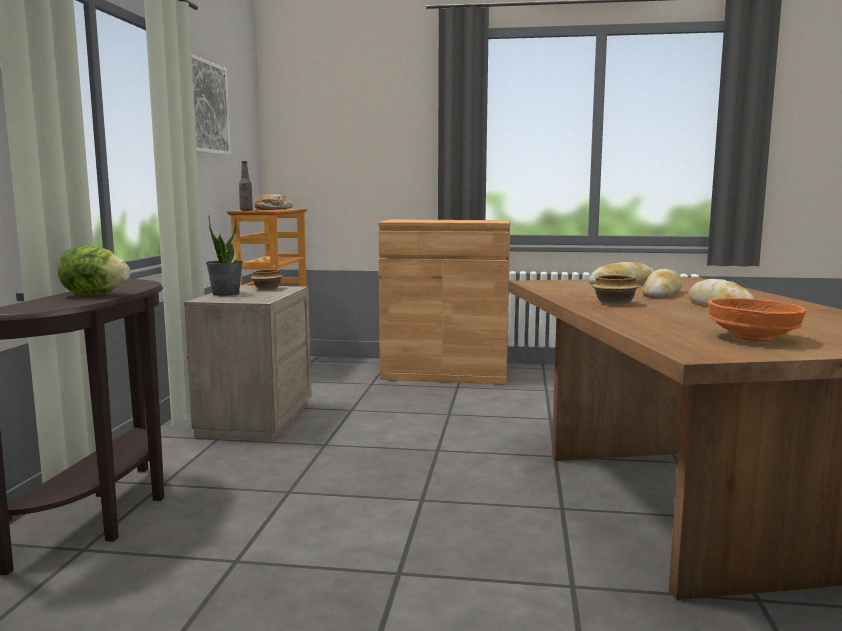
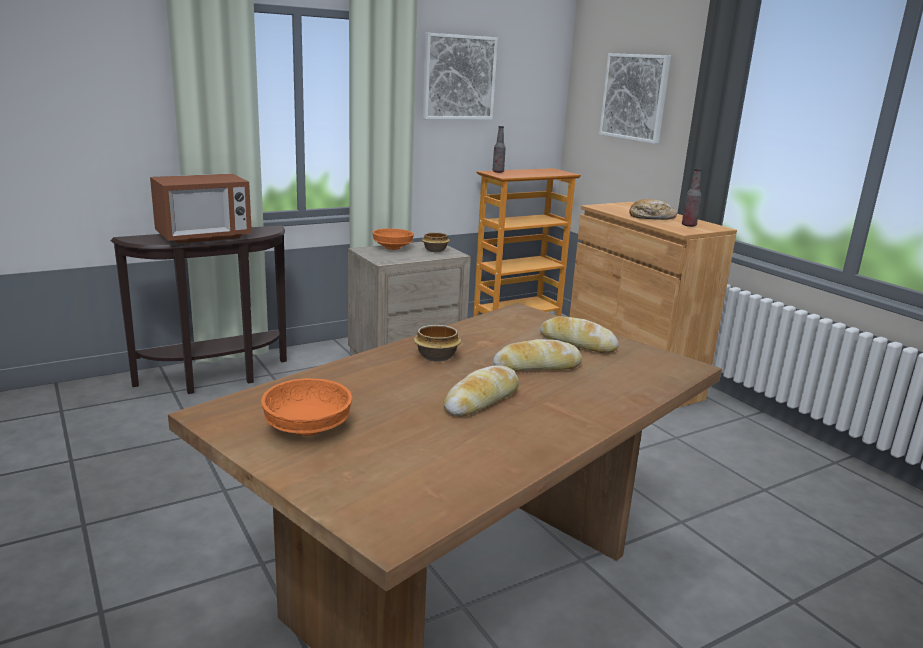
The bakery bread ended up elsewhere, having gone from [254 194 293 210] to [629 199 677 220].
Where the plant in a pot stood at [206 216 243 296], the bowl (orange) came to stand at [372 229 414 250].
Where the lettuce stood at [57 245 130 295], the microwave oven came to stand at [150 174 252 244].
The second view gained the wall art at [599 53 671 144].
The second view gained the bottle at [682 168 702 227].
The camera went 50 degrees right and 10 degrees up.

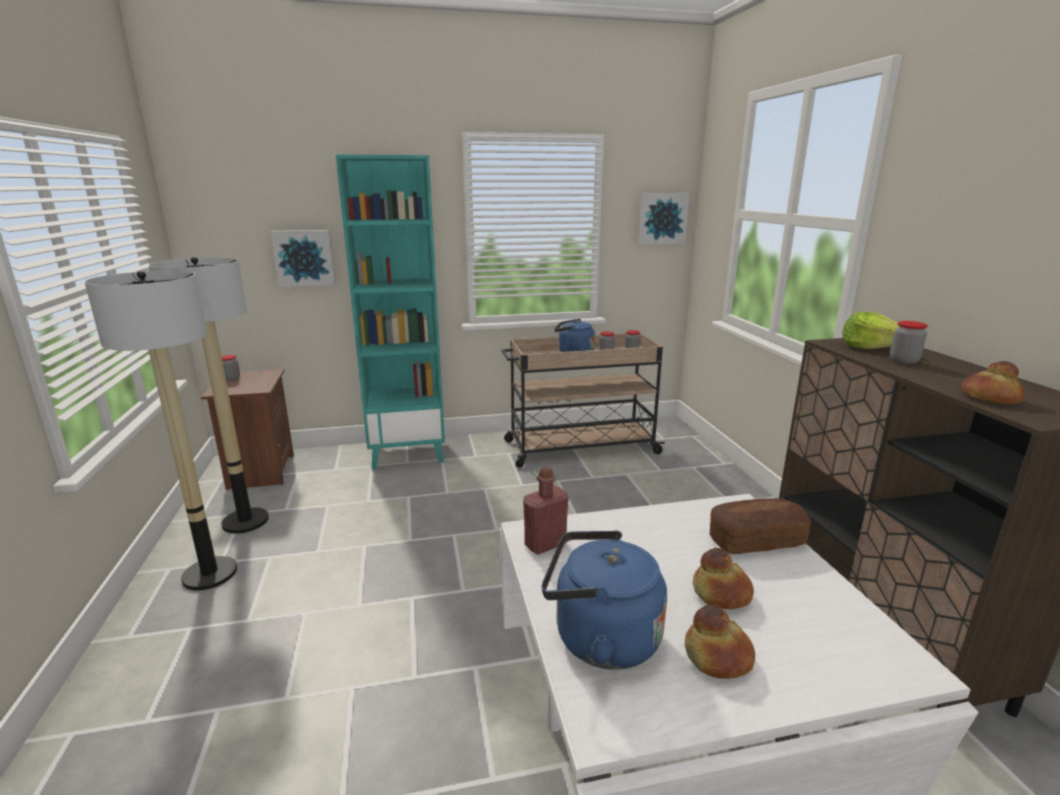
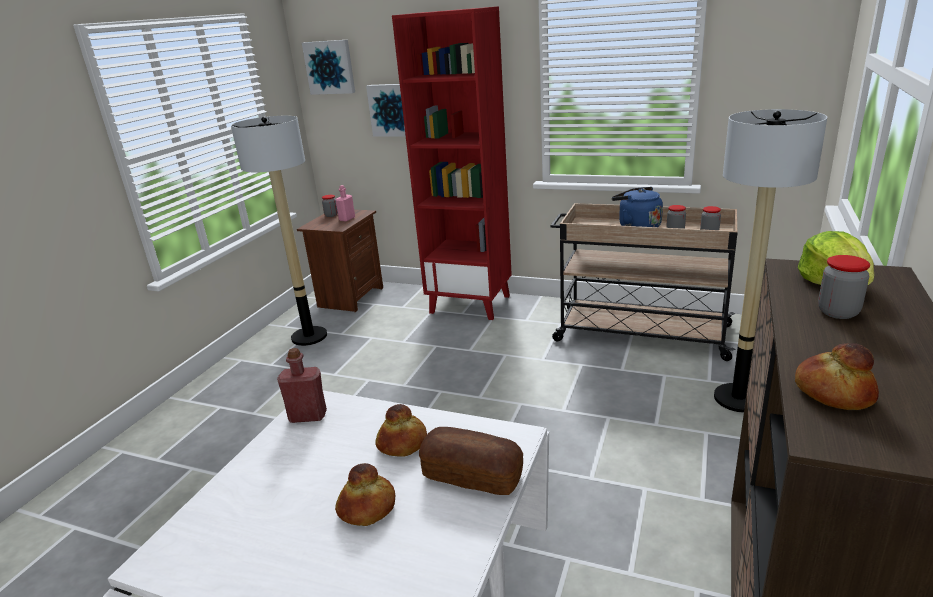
What was the bookcase (blue-green) at [336 155 445 469] turned into the bookcase (reddish) at [392 6 512 320].
The wall art ended up elsewhere, having gone from [638 193 690 244] to [302 40 355 95].
The standard lamp ended up elsewhere, having gone from [85 271 237 590] to [714 109 827 413].
The second view lost the tea kettle (blue-coloured) at [542 530 667 670].
The bakery bread ended up elsewhere, having gone from [685 604 755 679] to [375 404 427 456].
The second view gained the bottle (pink-coloured) at [335 185 355 222].
The camera went 35 degrees right and 5 degrees up.

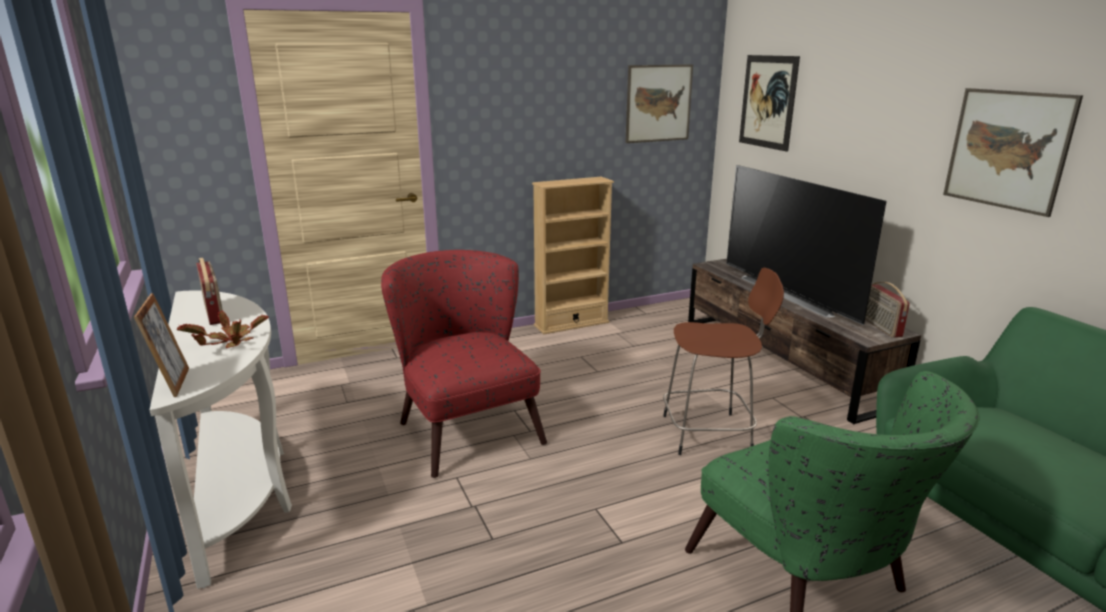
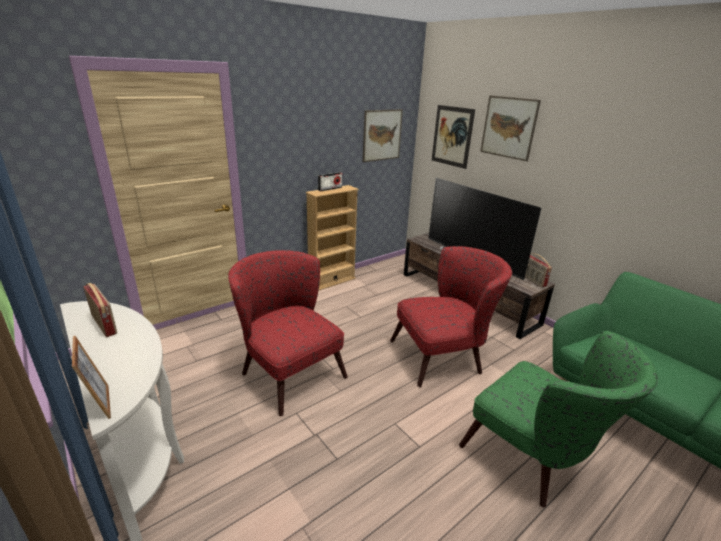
The wall art ended up elsewhere, having gone from [943 88 1083 217] to [480 95 541 161].
Where the stool seat (brown-coloured) stood at [663 267 784 455], the easy chair (reddish) came to stand at [390 246 512 387].
The second view lost the plant in a pot at [177 310 269 348].
The second view gained the radio set at [318 172 342 191].
The camera went 15 degrees left and 5 degrees up.

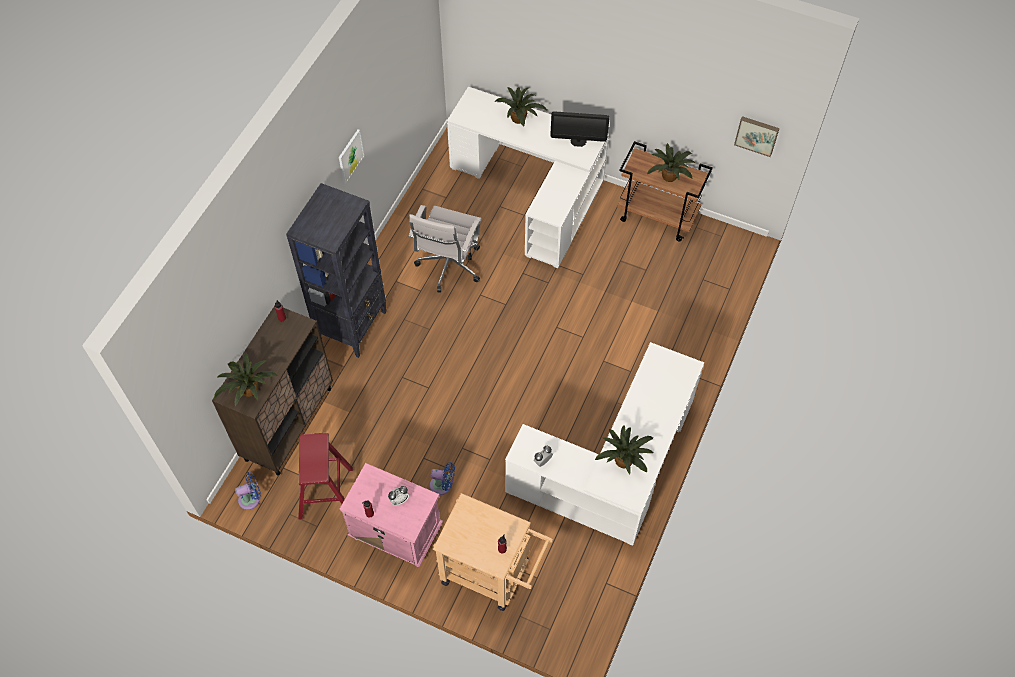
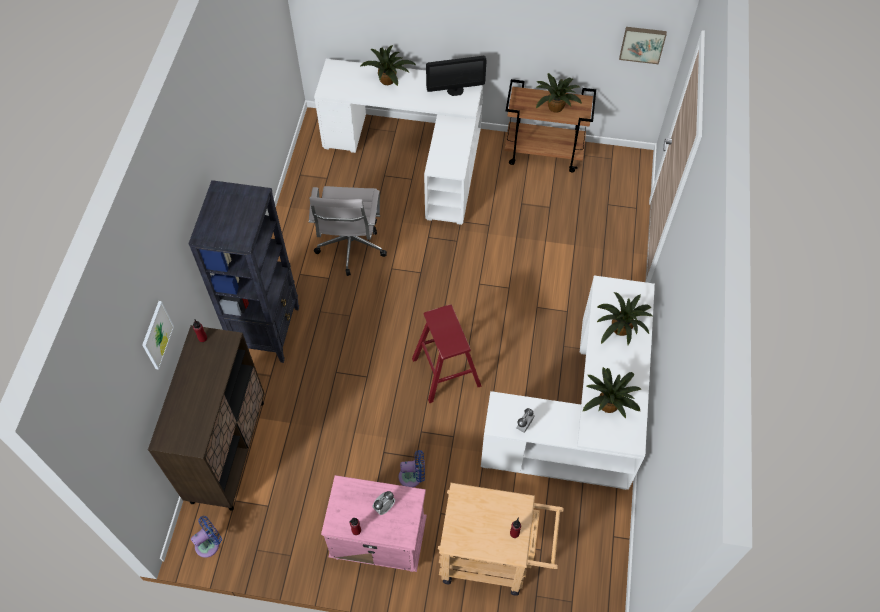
The wall art ended up elsewhere, having gone from [339 129 364 184] to [142 301 174 370].
The plant in a pot ended up elsewhere, having gone from [214 353 278 406] to [597 292 652 345].
The stool seat (reddish) ended up elsewhere, having gone from [298 433 353 520] to [412 305 482 403].
The camera went 15 degrees left and 0 degrees up.

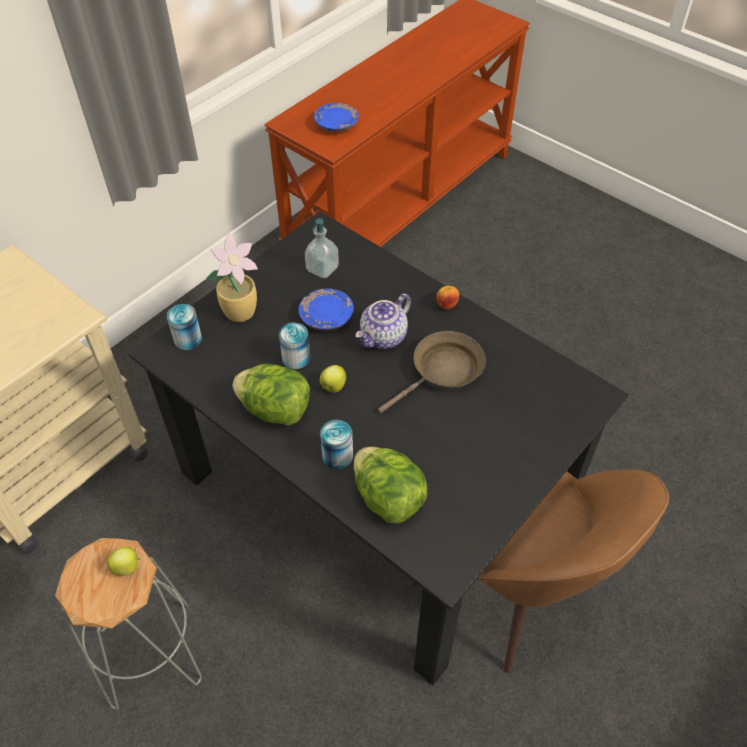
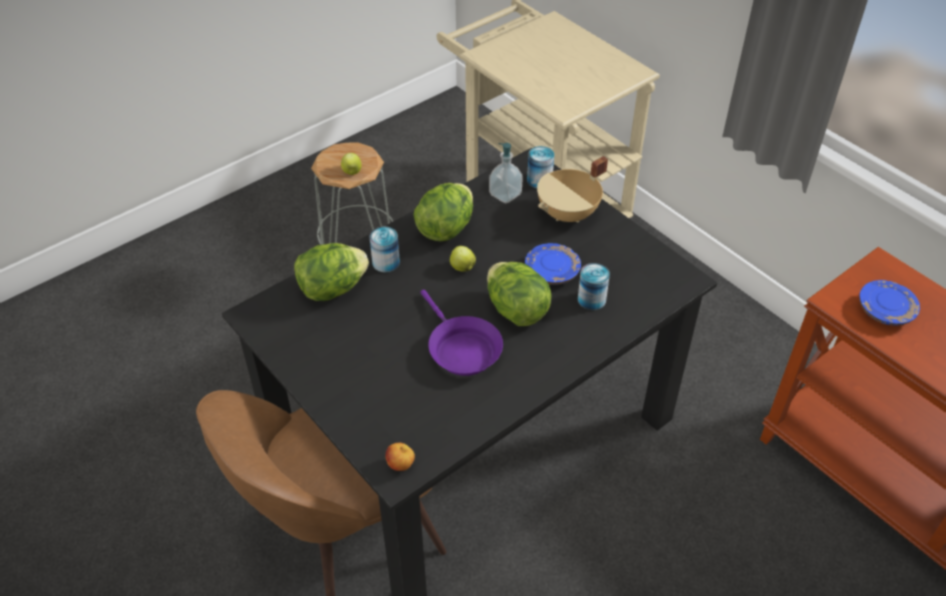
The soap dispenser ended up elsewhere, having gone from [305 218 339 278] to [489 143 523 203].
Where the plant in a pot stood at [205 233 258 322], the saucepot (beige-coloured) came to stand at [537 156 608 223].
The apple fruit ended up elsewhere, having gone from [436 286 459 309] to [386 443 415 471].
Where the pot for tea stood at [355 293 411 349], the lettuce came to stand at [487 262 552 326].
The metal can ended up elsewhere, having gone from [279 322 310 369] to [578 263 610 310].
What was the pan (brown-coloured) at [378 331 486 413] turned into the pan (purplish) at [421 290 503 376].
The camera went 100 degrees right and 5 degrees down.

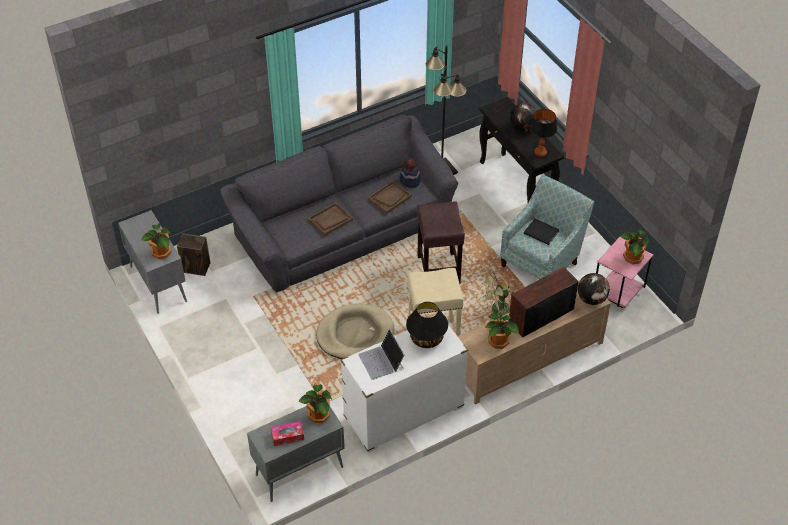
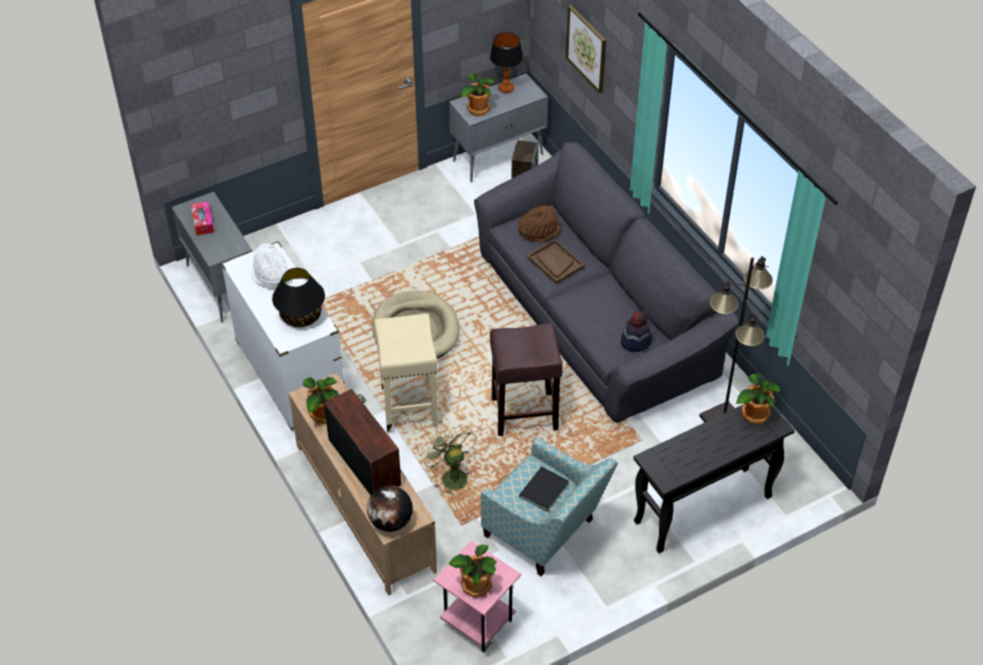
The second view lost the world globe at [510 103 538 132].
The tabletop lamp ended up elsewhere, having gone from [530 109 557 157] to [490 32 523 93].
The second view lost the carrying tray (brown-coloured) at [368 181 412 214].
Where the portable computer stood at [358 329 405 380], the wearable hat (white) came to stand at [251 243 290 289].
The plant in a pot ended up elsewhere, having gone from [299 384 332 423] to [736 373 780 425].
The second view gained the wall art at [566 5 606 93].
The second view gained the wearable hat (brown-coloured) at [518 205 560 242].
The camera went 90 degrees right and 0 degrees up.

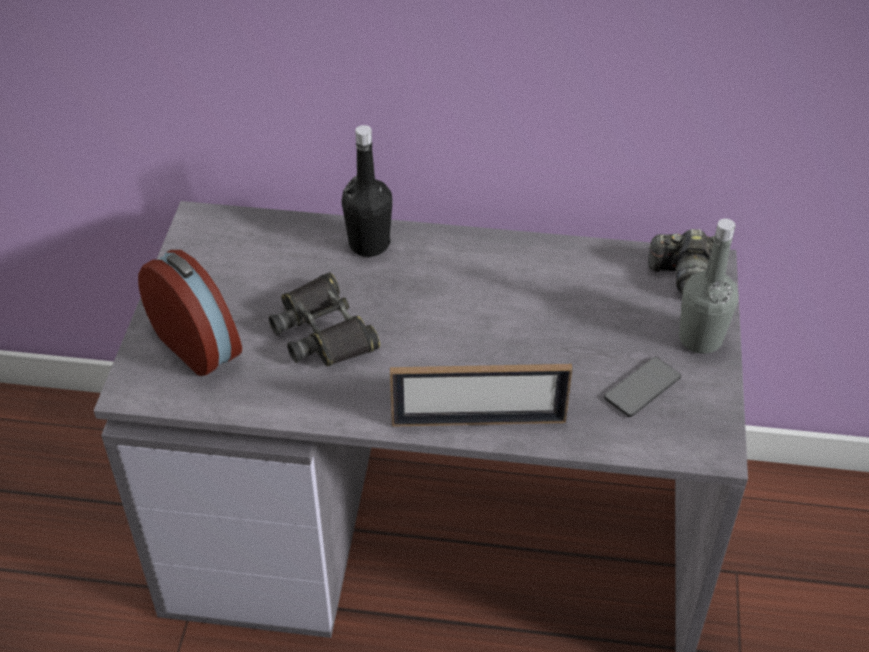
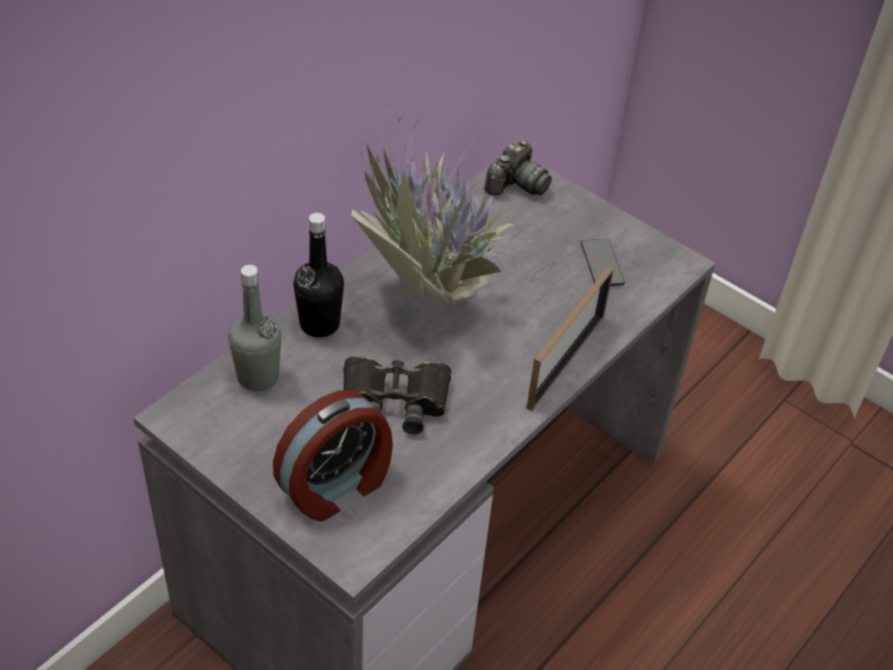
The bottle (greyish) ended up elsewhere, having gone from [679 219 739 354] to [228 265 281 391].
The bedside clock at [138 250 242 376] ended up facing another way, 150 degrees clockwise from before.
The second view gained the plant in a pot at [351 107 526 304].
The camera went 60 degrees left and 0 degrees up.

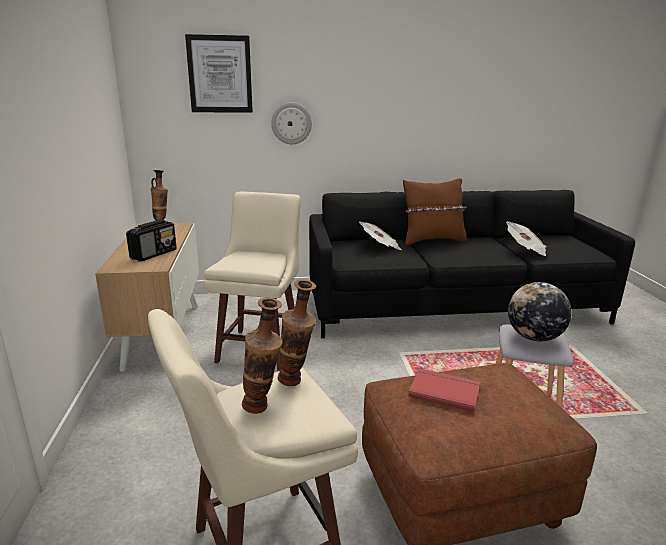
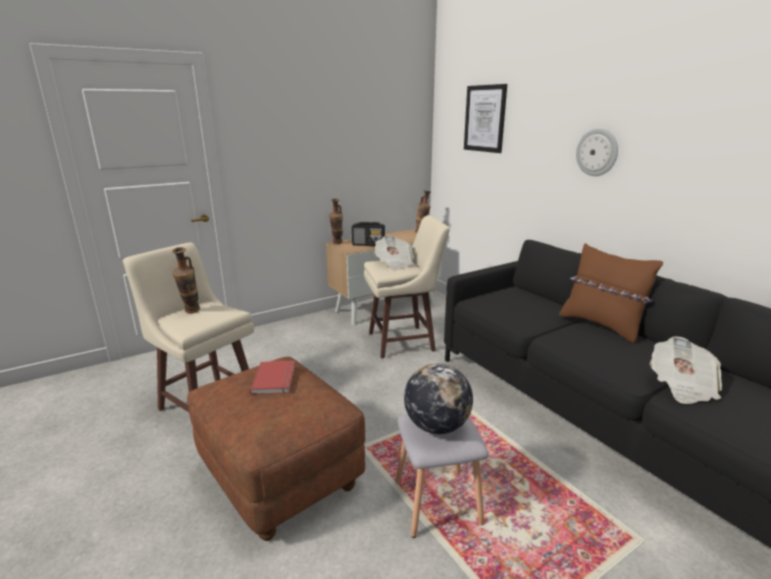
The hanging clock ended up elsewhere, having gone from [271 103 312 144] to [576 128 618 176].
The printed paper ended up elsewhere, having gone from [359 221 402 250] to [375 235 414 270].
The flower vase ended up elsewhere, having gone from [278 280 316 386] to [329 198 343 244].
The camera went 65 degrees right and 0 degrees up.

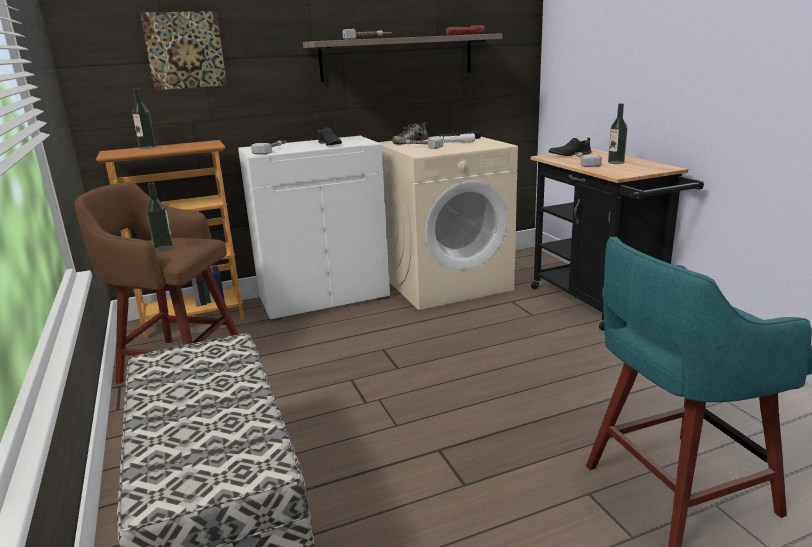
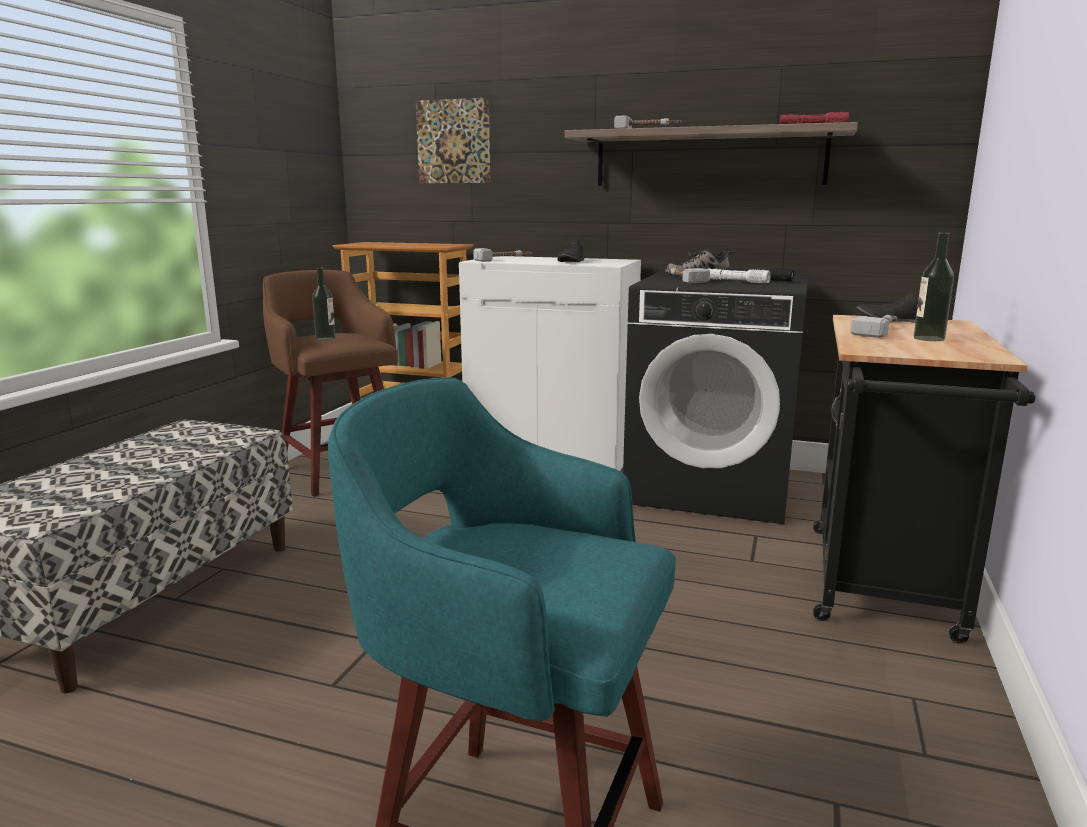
The second view lost the bottle at [132 88 156 149].
What was the washing machine (beige-coloured) at [378 136 518 310] turned into the washing machine (black) at [623 272 808 524].
The camera went 40 degrees right and 5 degrees down.

